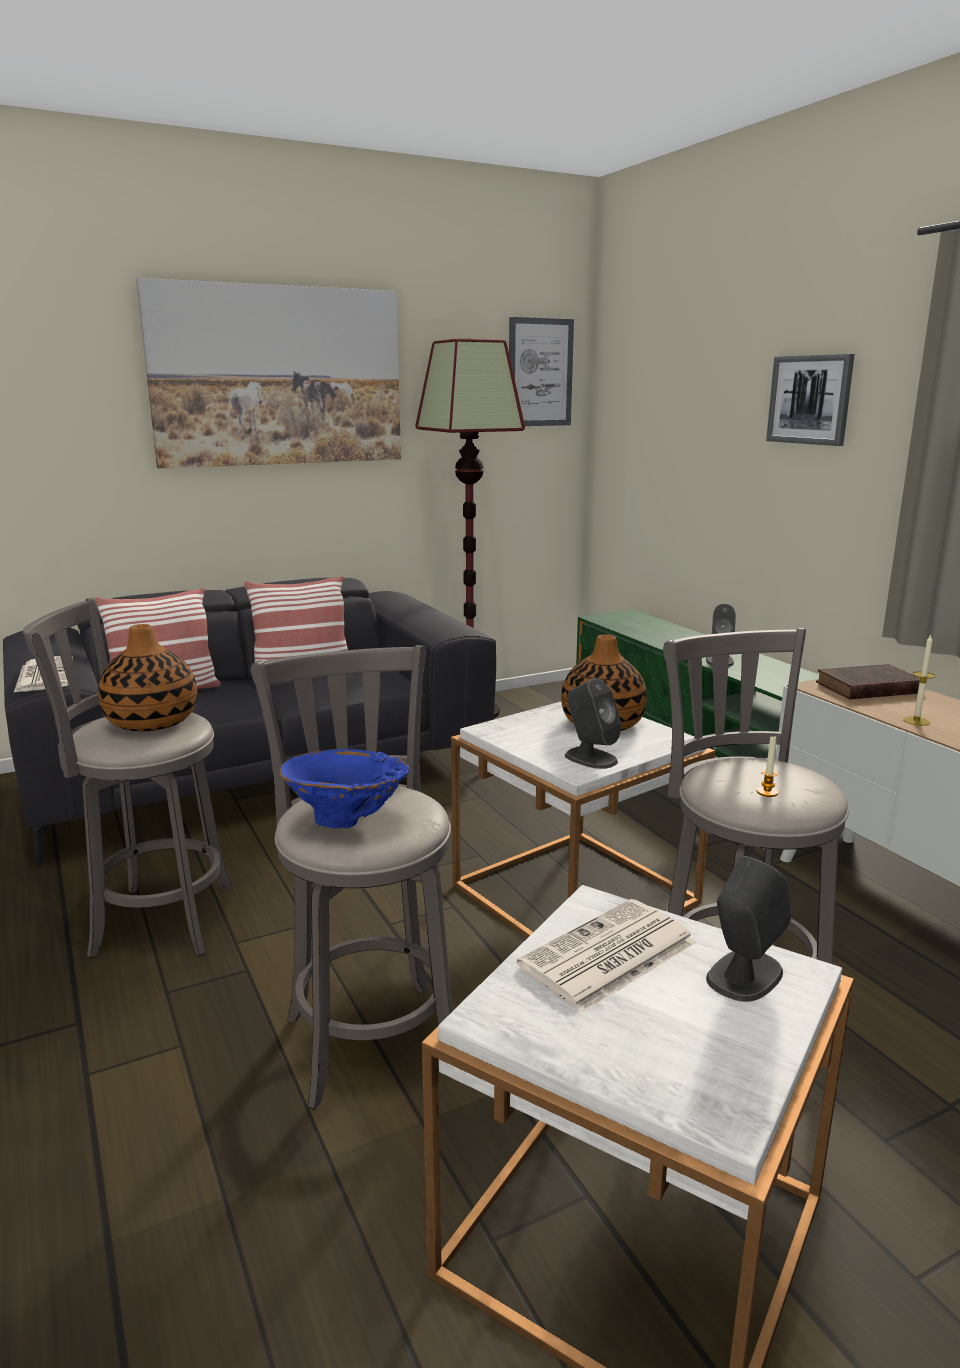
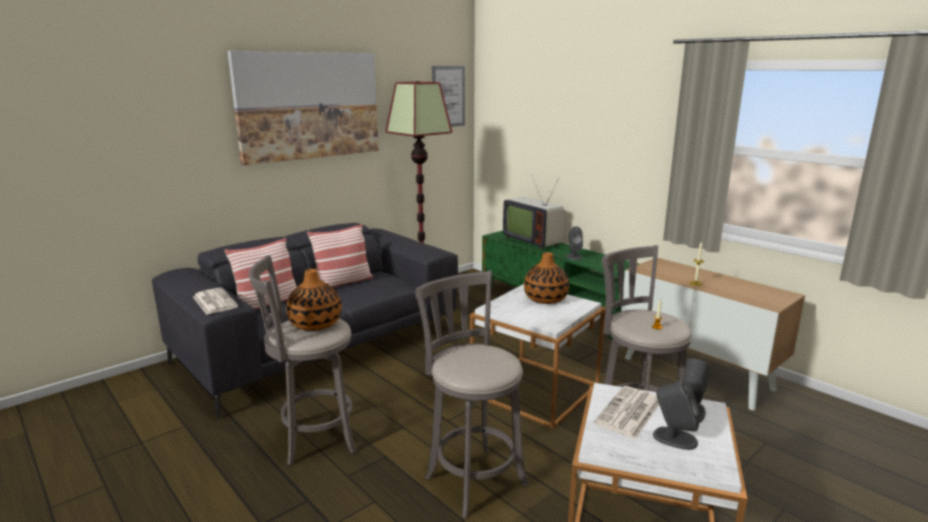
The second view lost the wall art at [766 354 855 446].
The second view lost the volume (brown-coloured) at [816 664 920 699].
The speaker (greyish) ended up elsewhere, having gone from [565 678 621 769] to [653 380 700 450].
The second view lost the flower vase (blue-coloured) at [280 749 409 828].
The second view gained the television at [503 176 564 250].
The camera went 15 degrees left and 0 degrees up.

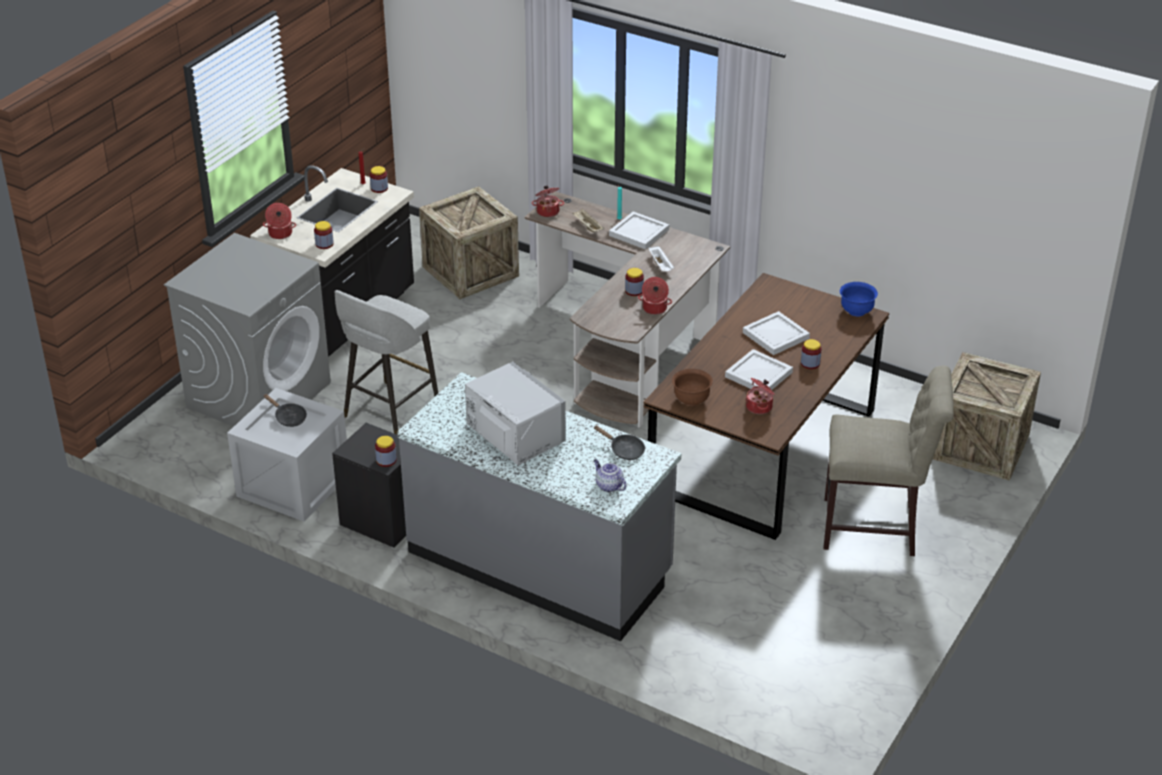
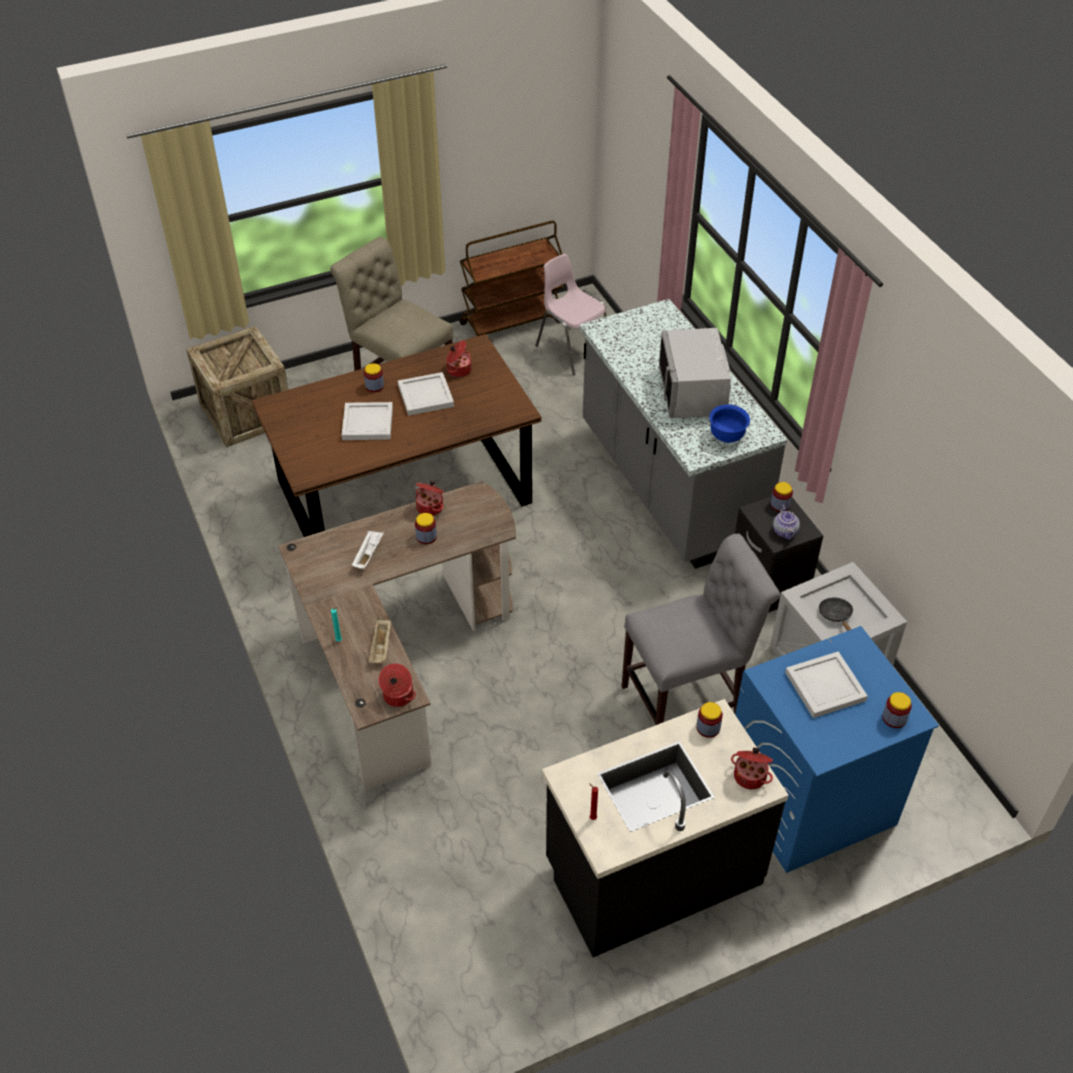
The jar ended up elsewhere, having gone from [370 166 388 193] to [882 692 912 728].
The second view lost the packing crate at [419 186 519 299].
The carrying tray (white) ended up elsewhere, having gone from [609 211 669 250] to [785 651 868 718].
What was the washing machine (greyish) at [164 233 331 427] turned into the washing machine (blue-coloured) at [735 626 939 873].
The bowl (blue-coloured) ended up elsewhere, having gone from [840 282 878 317] to [709 404 750 443].
Where the stool seat (greyish) stood at [334 290 438 434], the plain chair (greyish) came to stand at [622 534 780 725].
The second view lost the bowl (brown-coloured) at [672 369 713 406].
The second view lost the pan (black) at [593 426 645 460].
The pot for tea ended up elsewhere, having gone from [594 459 627 492] to [773 505 800 540].
The second view gained the trolley (brown-coloured) at [460 221 564 336].
The second view gained the plain chair (pink-coloured) at [536 254 607 375].
The camera went 145 degrees left and 10 degrees up.

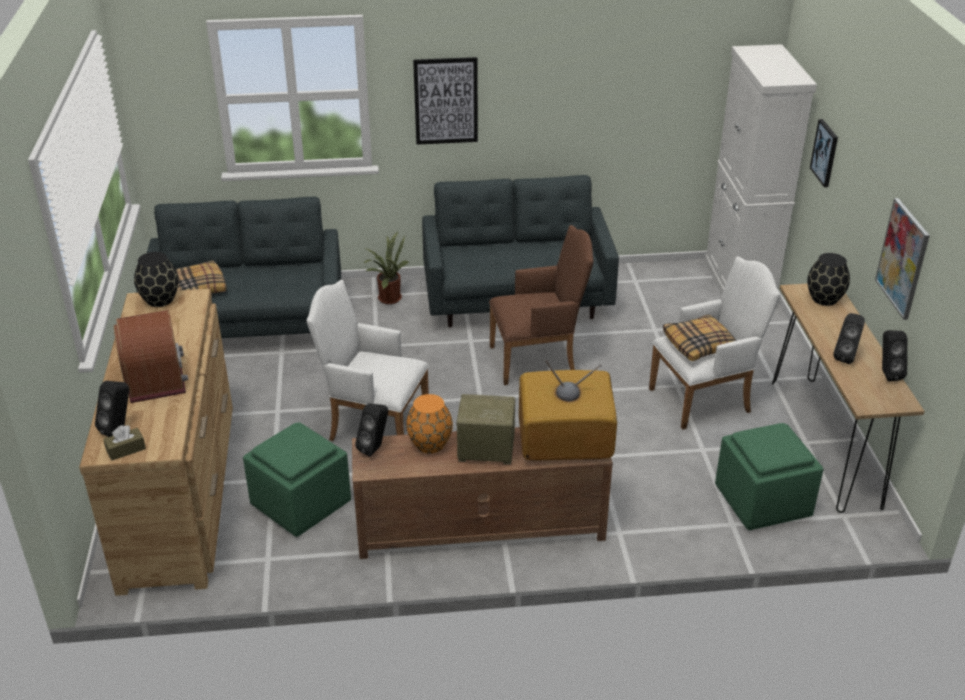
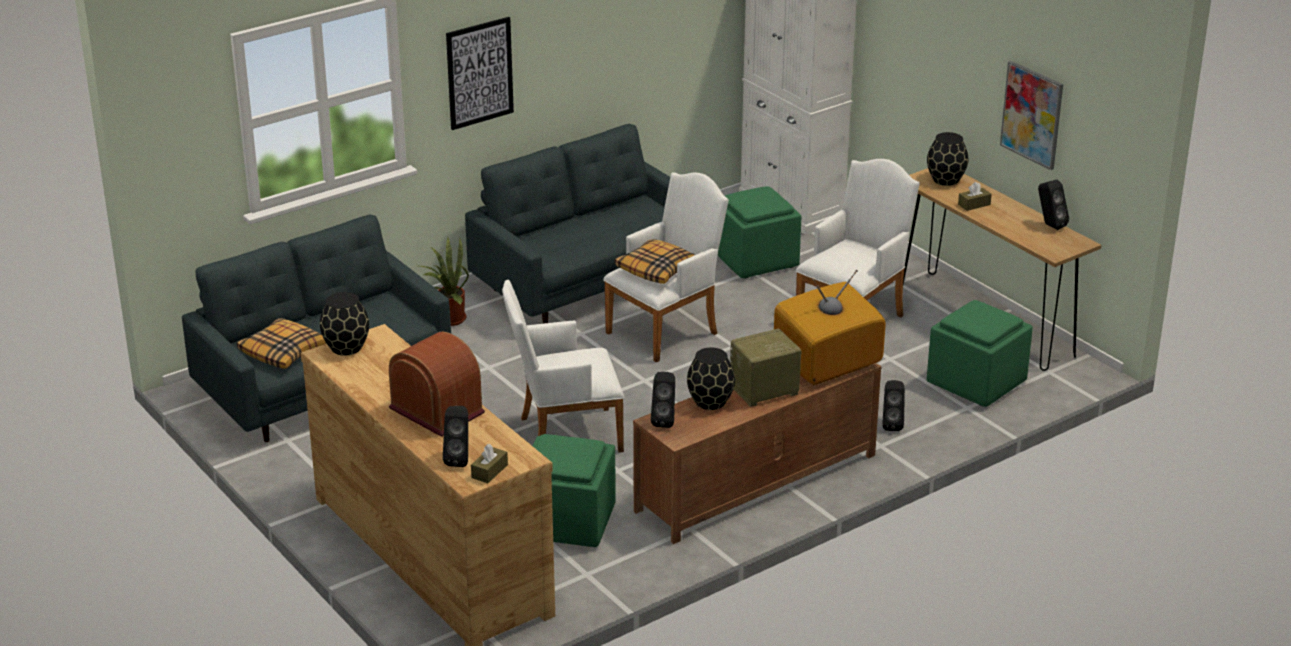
The second view lost the wall art at [810 119 838 187].
What was the easy chair (brown-coloured) at [489 225 594 385] turned into the easy chair (white) at [603 172 729 362].
The speaker (black) ended up elsewhere, having gone from [833 313 865 364] to [882 380 905 431].
The pillow ended up elsewhere, having gone from [663 315 736 361] to [615 239 695 284].
What was the flower vase (orange) at [406 394 453 454] turned into the flower vase (black) at [687 348 735 410].
The second view gained the box of tissues (brown-coloured) at [958 182 992 211].
The second view gained the footrest (green-coloured) at [718 186 802 279].
The camera went 30 degrees left and 5 degrees down.

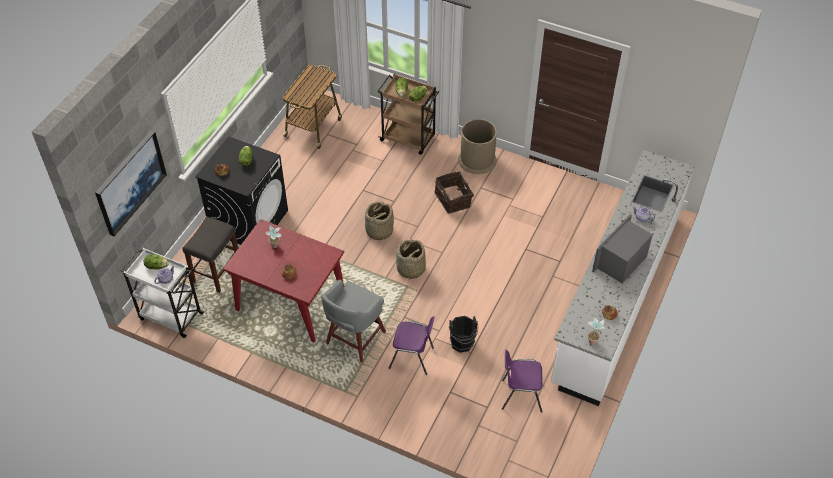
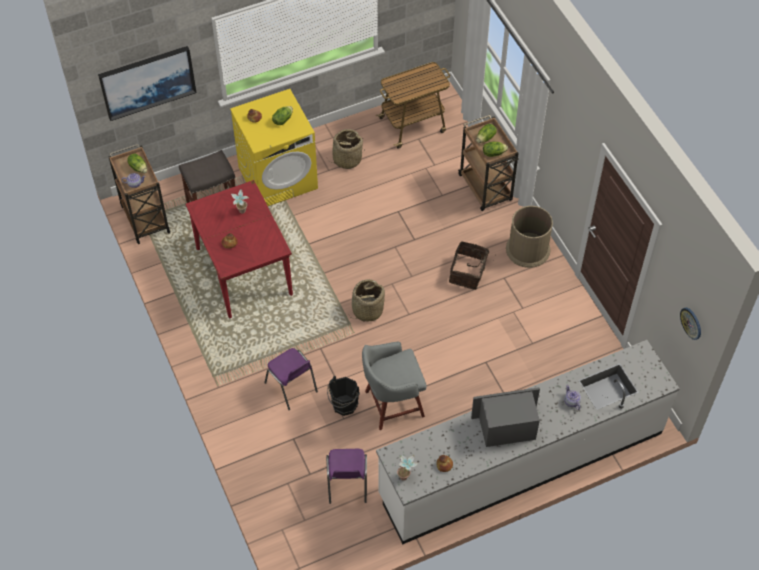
What was the washing machine (black) at [195 136 288 245] turned into the washing machine (yellow-coloured) at [230 89 318 206].
The household basket ended up elsewhere, having gone from [365 201 394 240] to [330 129 364 169].
What was the trolley (white) at [121 248 204 338] turned into the trolley (brown-coloured) at [108 144 171 244].
The stool seat (greyish) ended up elsewhere, having gone from [321 279 386 362] to [362 342 427 430].
The plain chair (purplish) at [502 350 543 413] ended up facing another way, 135 degrees counterclockwise from before.
The second view gained the hanging clock at [680 308 701 340].
The camera went 40 degrees right and 5 degrees up.

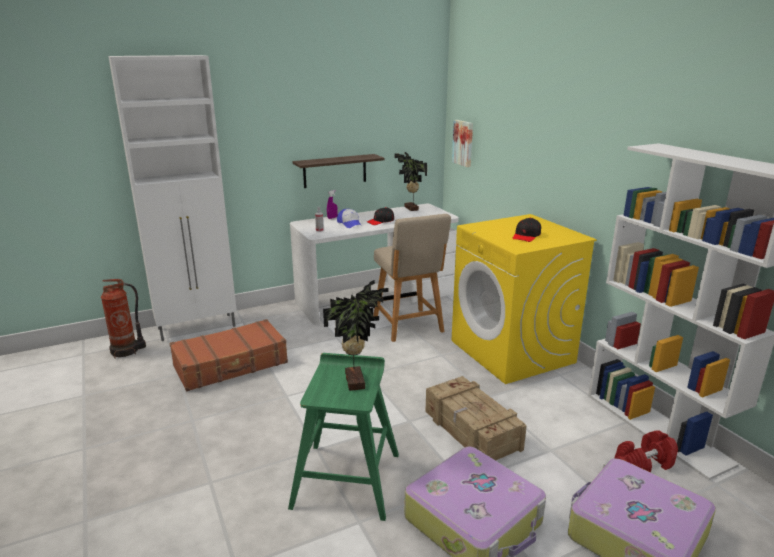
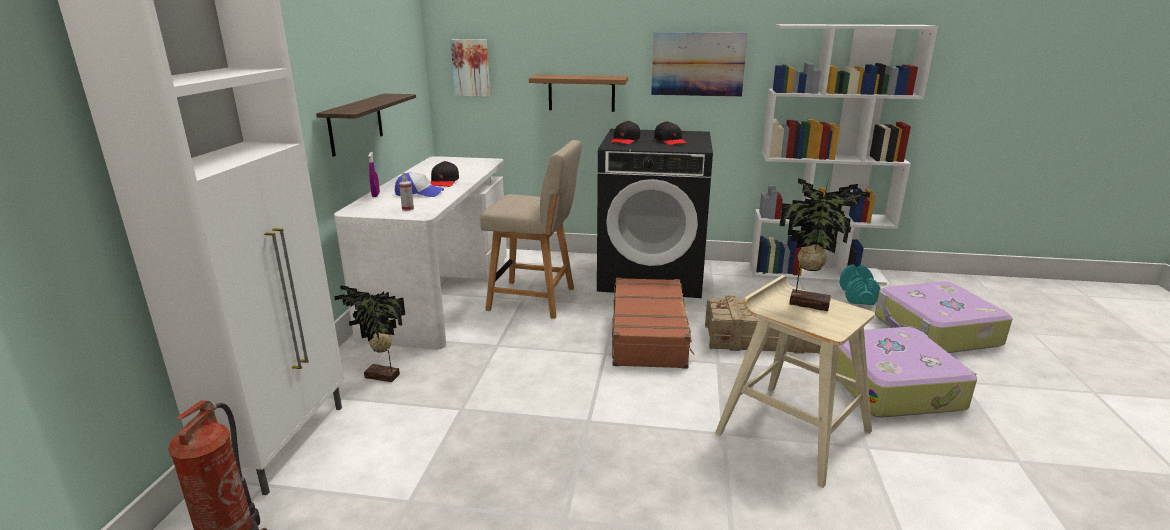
The plant in a pot ended up elsewhere, having gone from [394 152 427 211] to [334 286 405 382].
What was the washing machine (yellow-coloured) at [452 214 597 384] turned into the washing machine (black) at [597 129 713 298].
The travel case (brown-coloured) ended up elsewhere, having gone from [169 319 288 391] to [612 278 694 369].
What was the stool seat (green-coloured) at [288 353 399 521] turned into the stool seat (beige-coloured) at [715 275 875 488].
What was the free weight (reddish) at [614 430 678 472] turned into the free weight (blue-green) at [839 264 881 305].
The second view gained the wall art at [651 32 748 97].
The second view gained the bracket shelf at [529 75 628 112].
The second view gained the cap (black) at [610 121 640 144].
The camera went 55 degrees left and 0 degrees up.

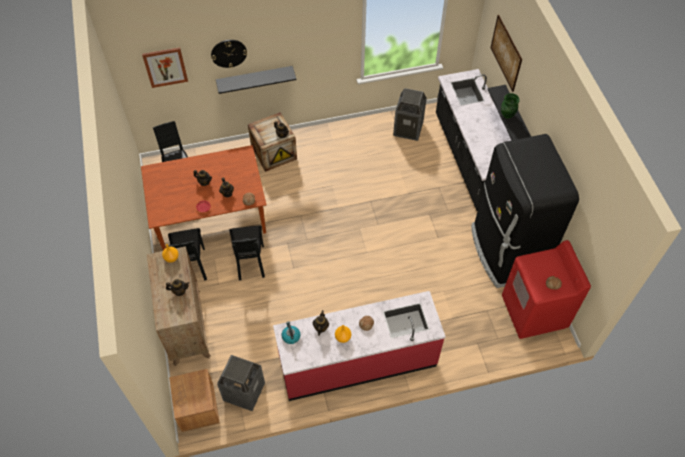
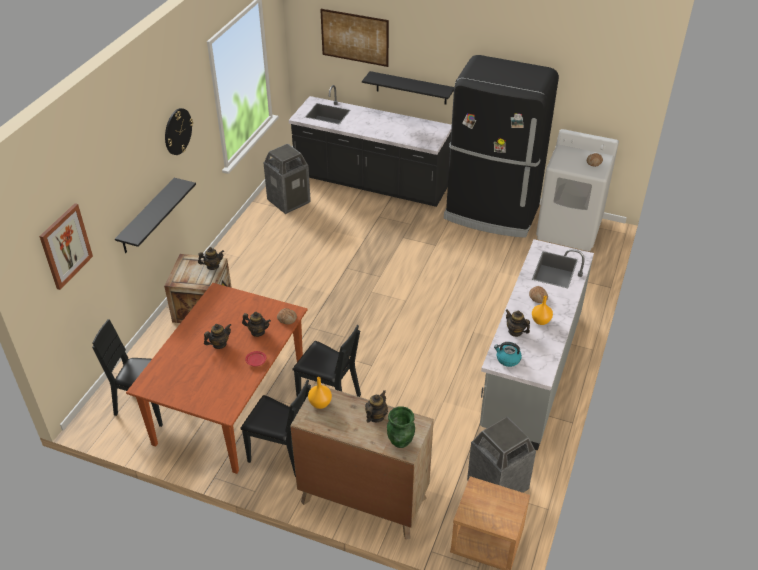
The hanging clock ended up elsewhere, having gone from [211 40 247 68] to [165 108 193 155].
The flower vase (green-coloured) ended up elsewhere, having gone from [501 93 520 119] to [387 406 415 448].
What was the washing machine (reddish) at [502 240 591 339] turned into the washing machine (white) at [536 129 619 251].
What was the counter (reddish) at [273 291 446 401] turned into the counter (greyish) at [480 239 594 451].
The camera went 55 degrees left and 15 degrees down.

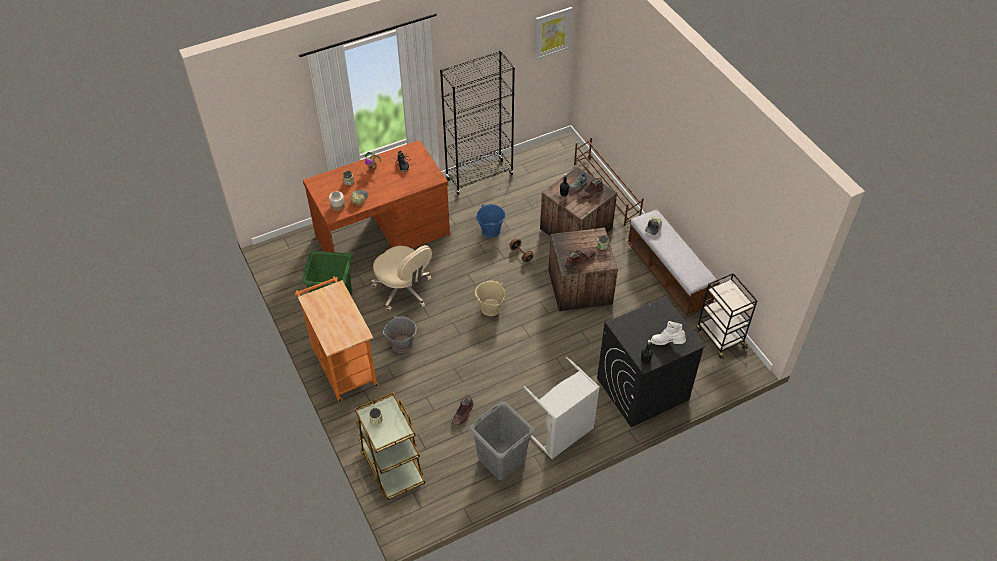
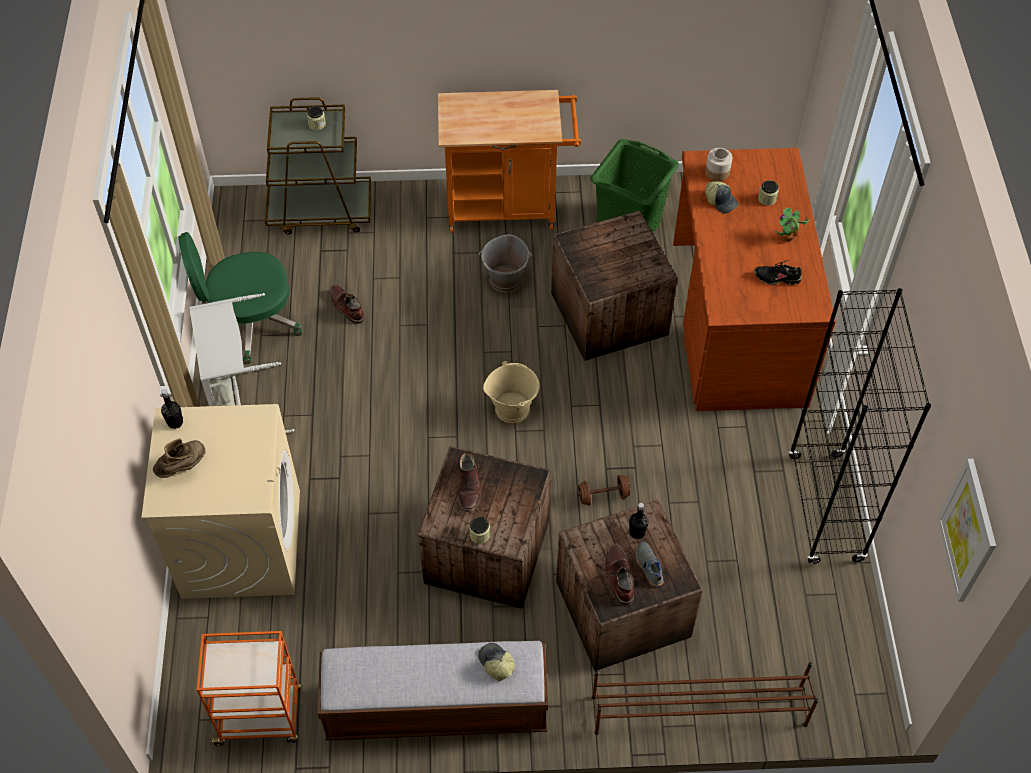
The second view lost the water bucket (blue-coloured) at [476 204 506 238].
Where the computer chair (beige-coloured) stood at [371 245 432 312], the packing crate came to stand at [551 211 677 361].
What was the trolley (black) at [696 273 758 359] turned into the trolley (orange) at [197 631 301 746].
What was the washing machine (black) at [597 296 706 427] turned into the washing machine (beige-coloured) at [141 404 300 599].
What was the high-top boot (white) at [651 321 686 345] turned into the high-top boot (brown-coloured) at [153 439 205 478].
Where the laundry basket (greyish) stood at [469 402 535 480], the computer chair (green-coloured) came to stand at [178 232 302 364].
The camera went 115 degrees right and 5 degrees up.

